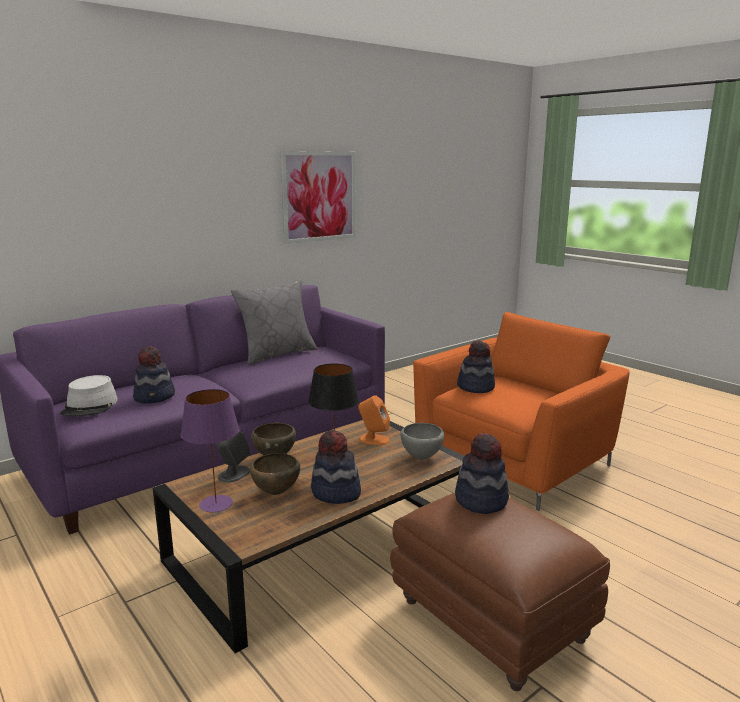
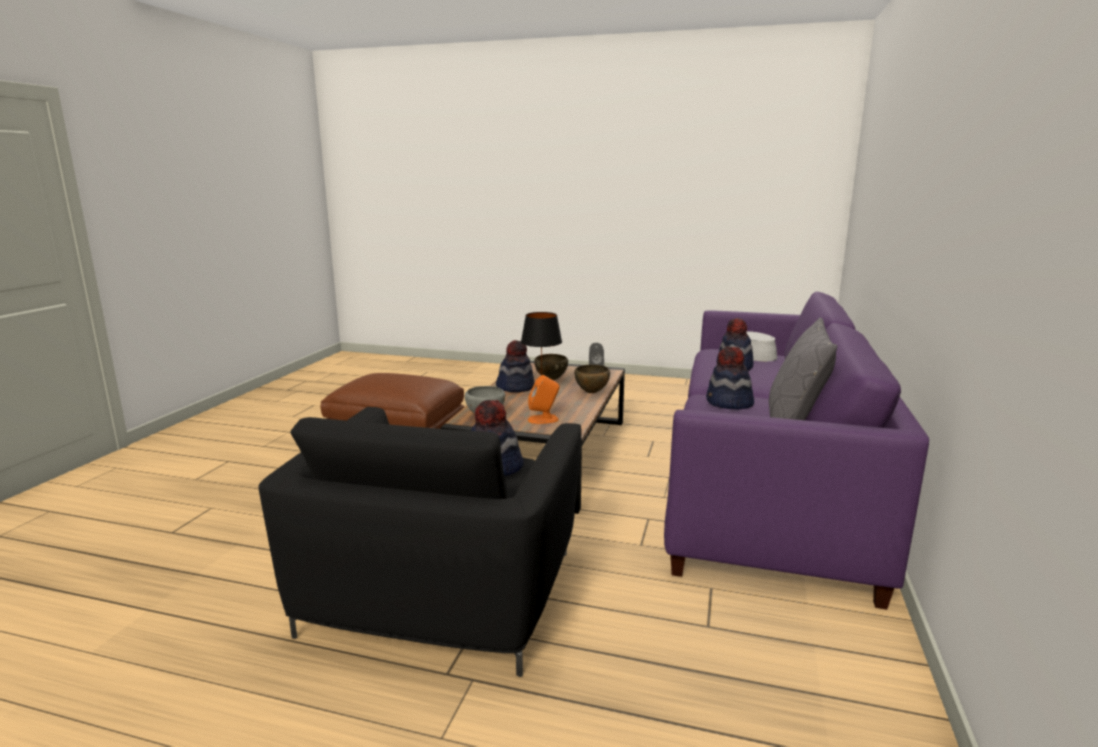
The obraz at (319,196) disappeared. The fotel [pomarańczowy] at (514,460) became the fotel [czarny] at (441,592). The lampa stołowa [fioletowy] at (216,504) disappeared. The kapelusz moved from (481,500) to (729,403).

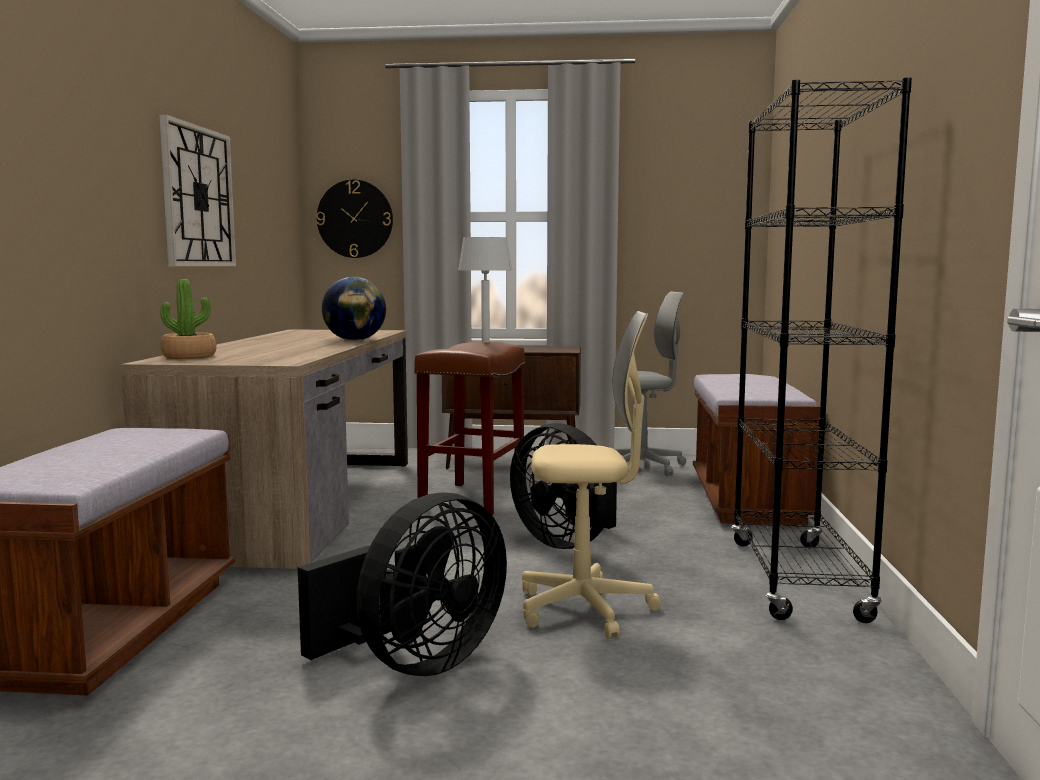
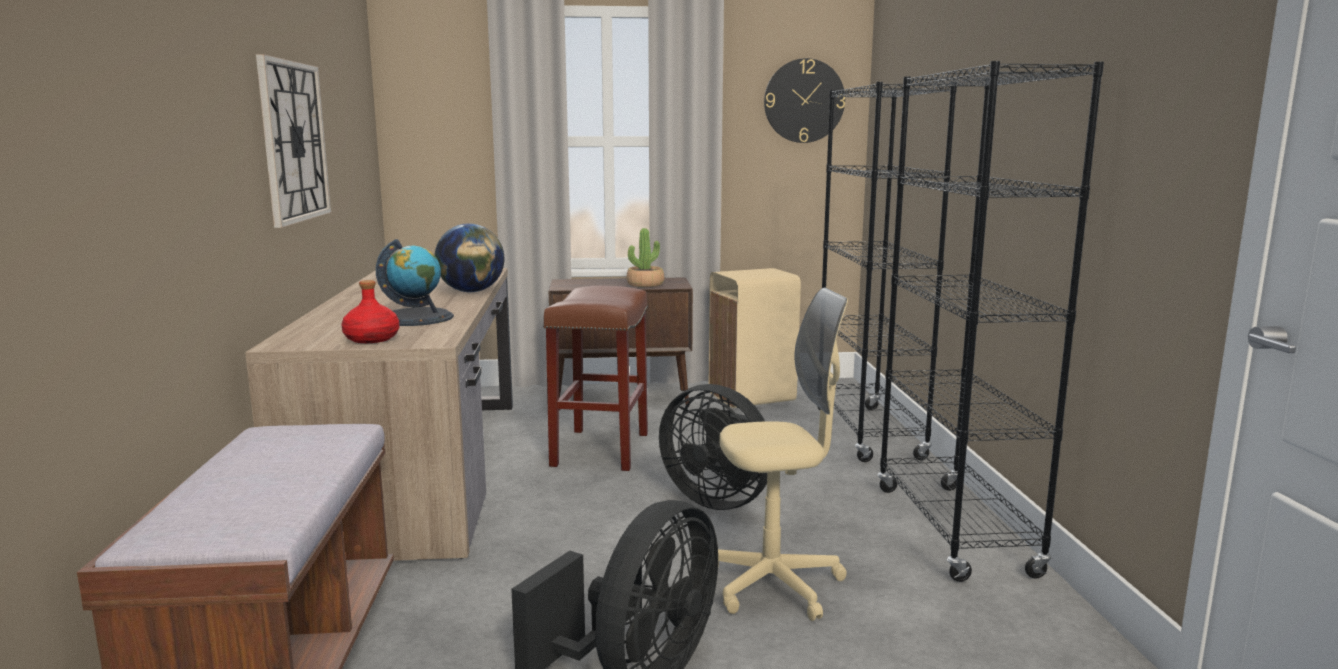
The zegar ścienny moved from (355,219) to (804,101). The lampa stołowa [szary] at (485,342) disappeared. The roślina doniczkowa moved from (189,356) to (645,284). The krzesło biurowe [szary] at (643,467) was replaced by the kosz na śmieci [beżowy] at (752,397). The ławka [brązowy] at (748,500) was replaced by the regał [czarny] at (868,433). The globus at (416,318) appeared. The butelka [czerwony] at (371,339) appeared.

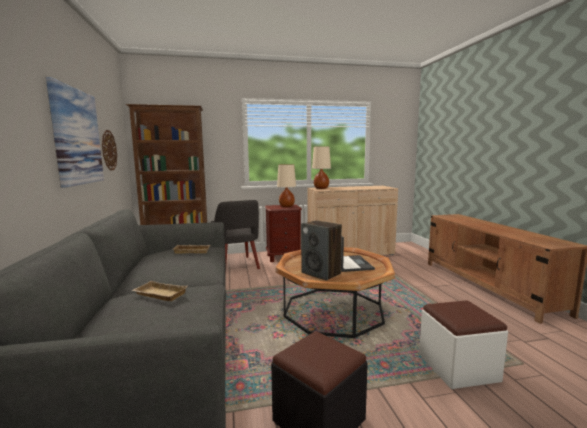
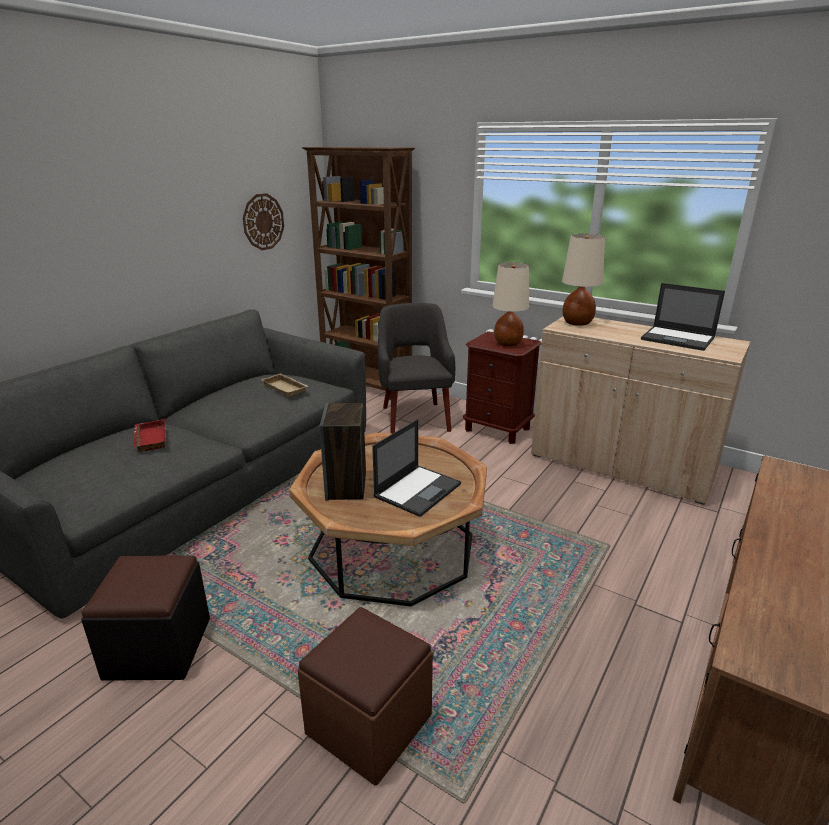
The obraz at (77,137) disappeared. The fotel [szary] at (236,265) turned 150 degrees clockwise. The taca [beżowy] at (159,295) became the taca [czerwony] at (149,439). The pufa [biały] at (458,367) became the pufa [brązowy] at (369,724). The laptop at (678,339) appeared.

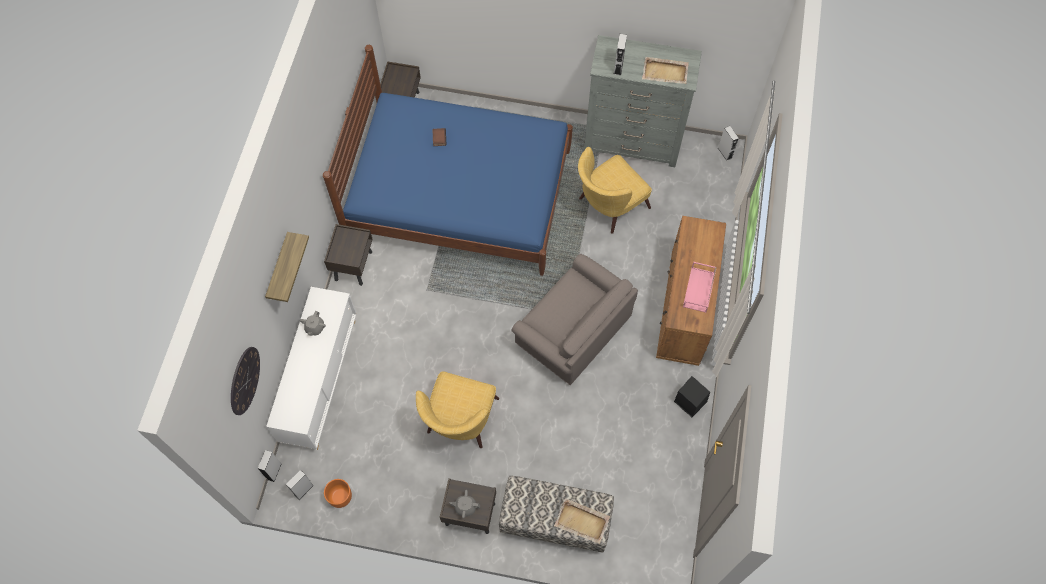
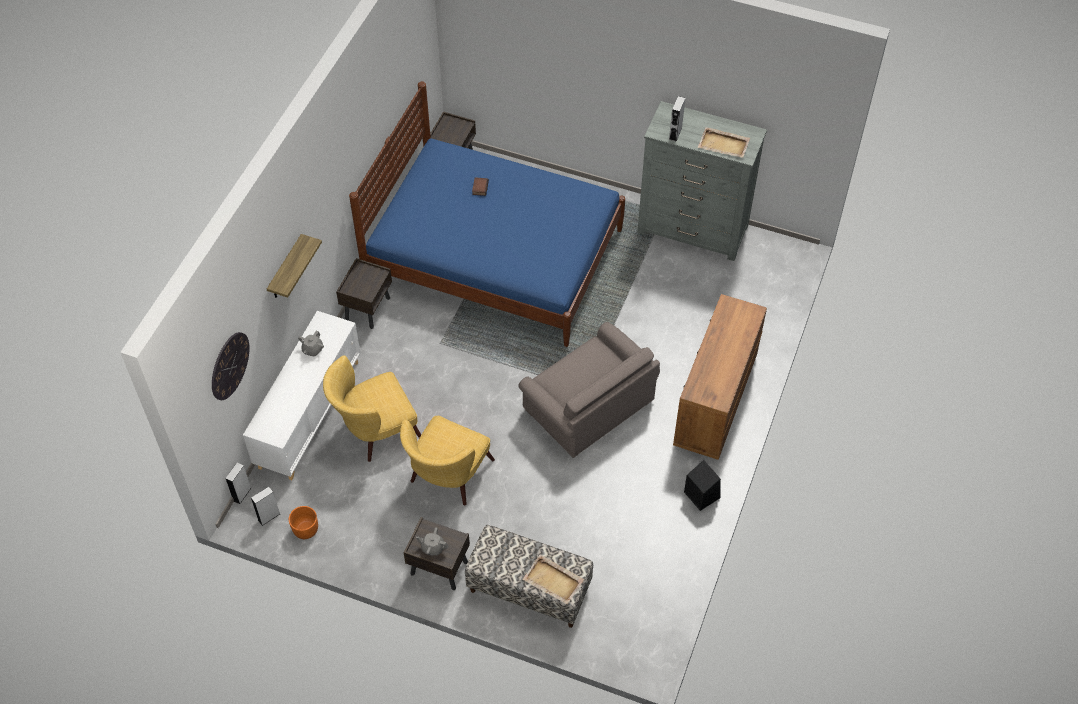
The głośnik [szary] at (724,153) disappeared. The fotel [żółty] moved from (608,206) to (374,430). The taca [różowy] at (699,290) disappeared.

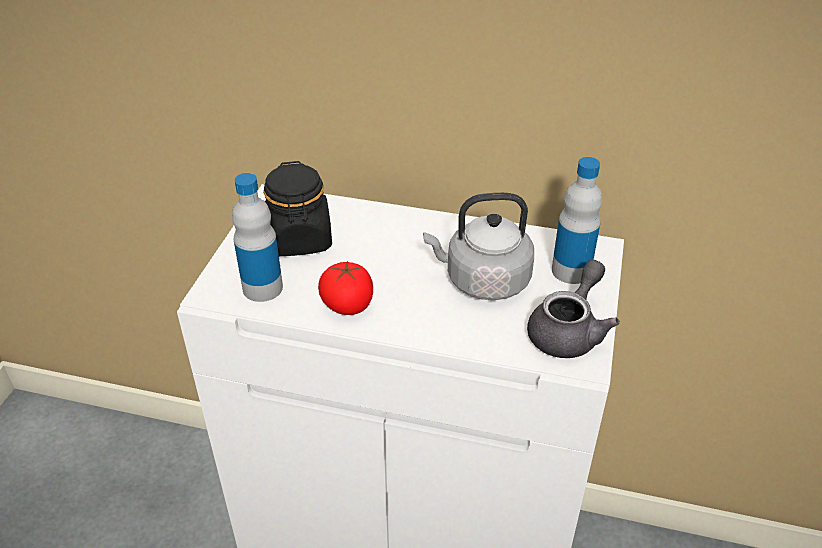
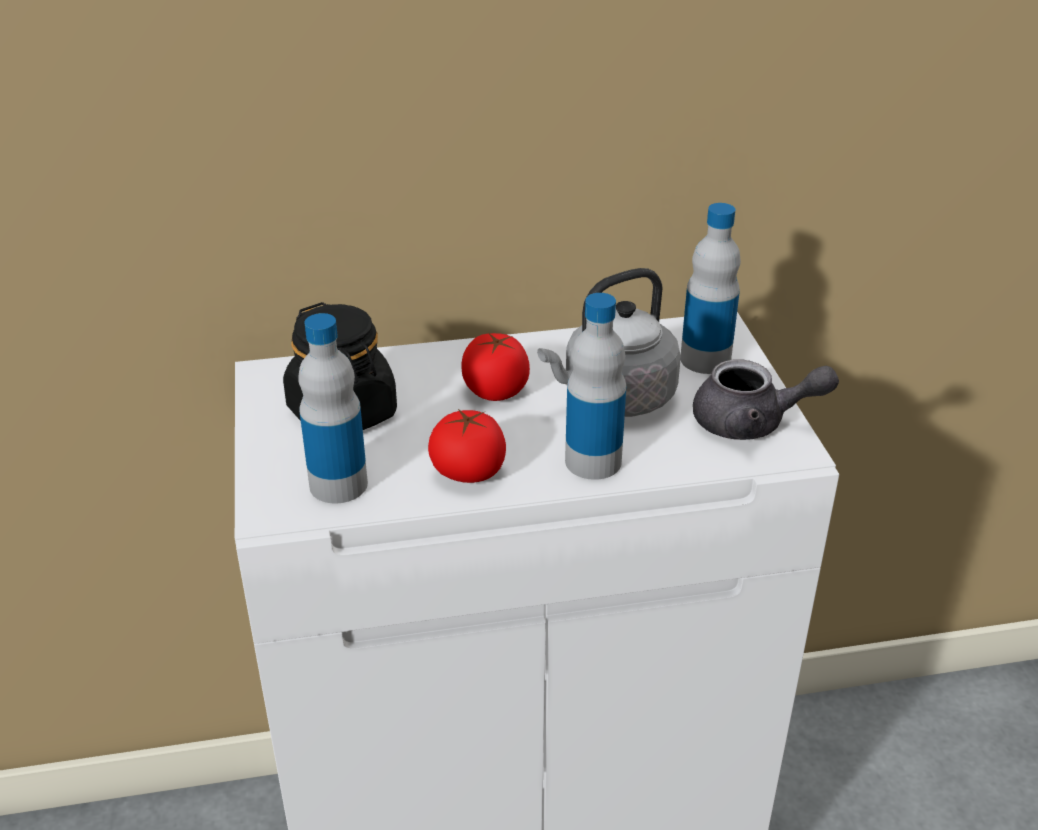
The imbryk [szary] at (569,331) turned 90 degrees clockwise. The butelka at (593,461) appeared. The pomidor at (495,390) appeared.

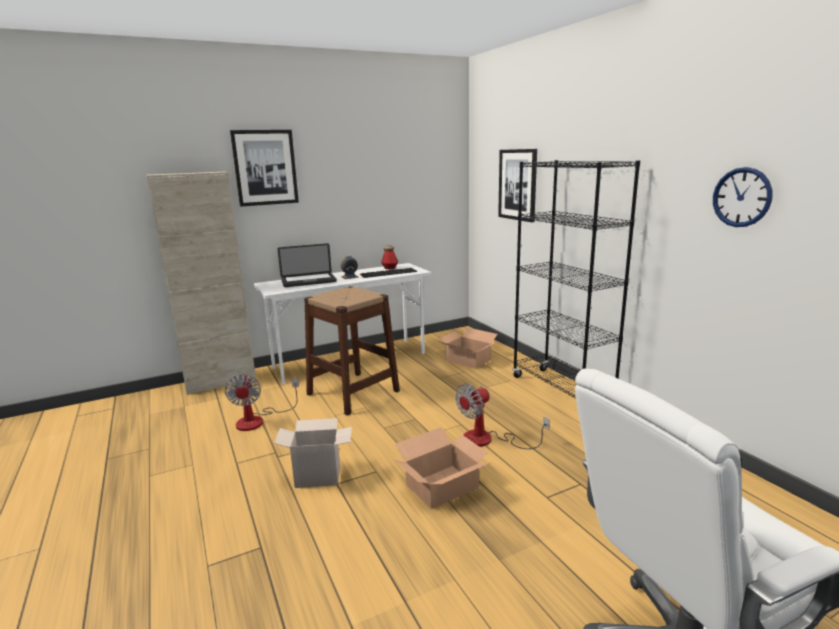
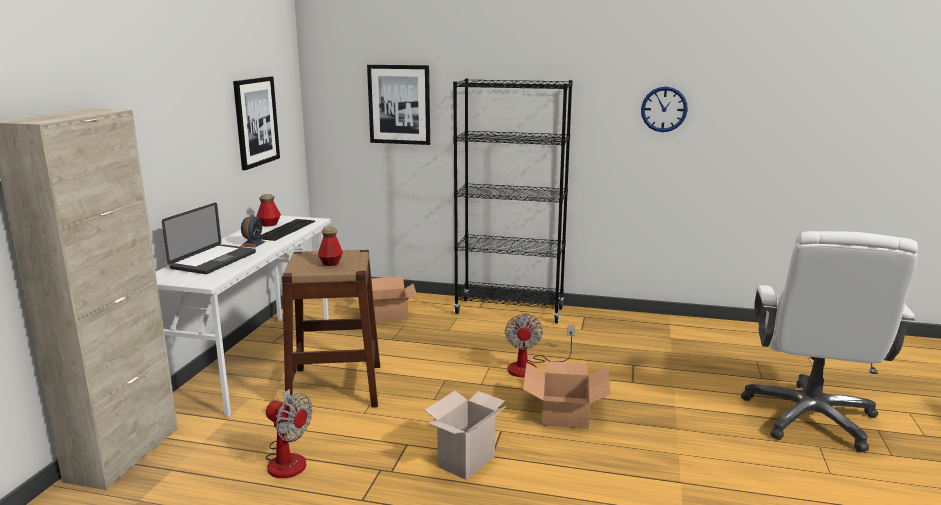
The obraz moved from (265,167) to (256,122). The butelka at (330,263) appeared.

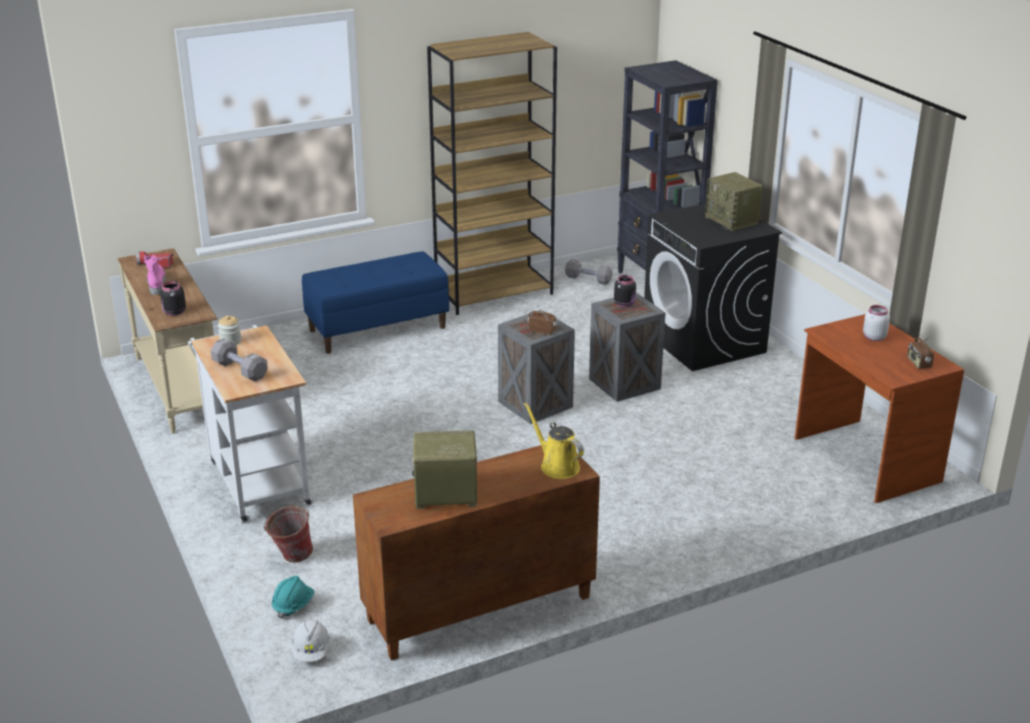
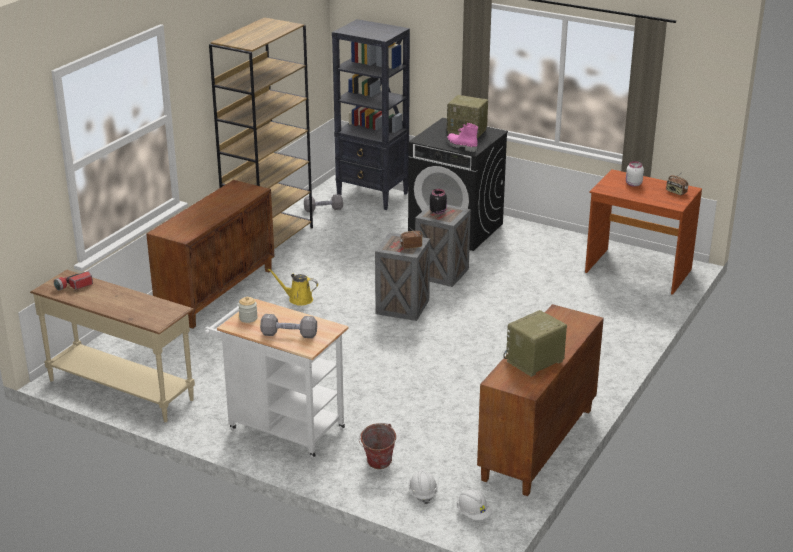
The ławka [niebieski] at (378,329) was replaced by the szafka [brązowy] at (217,293). The but z cholewką [różowy] moved from (156,284) to (461,146). The słoik [czarny] at (174,313) disappeared. The konewka [żółty] moved from (557,466) to (298,299). The kask [turkusowy] at (293,606) became the kask [biały] at (422,493).

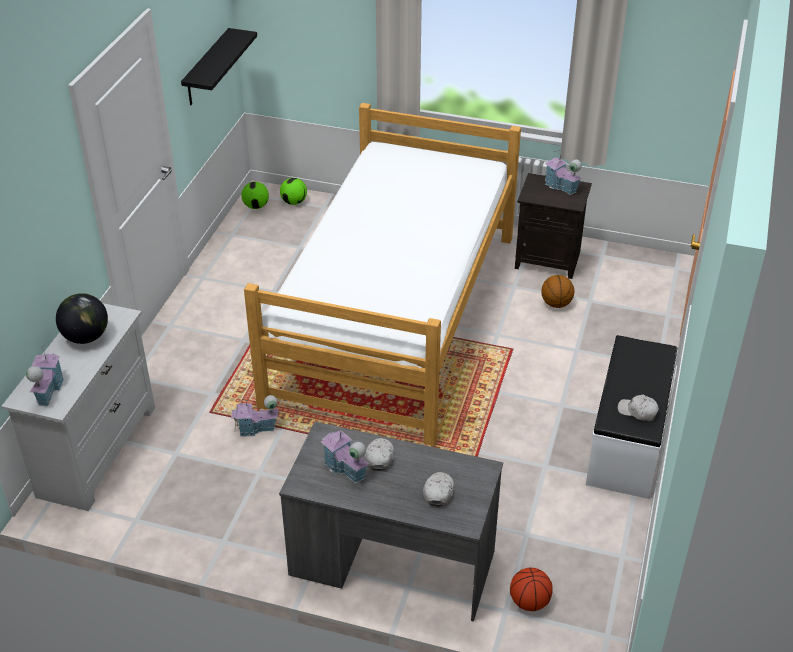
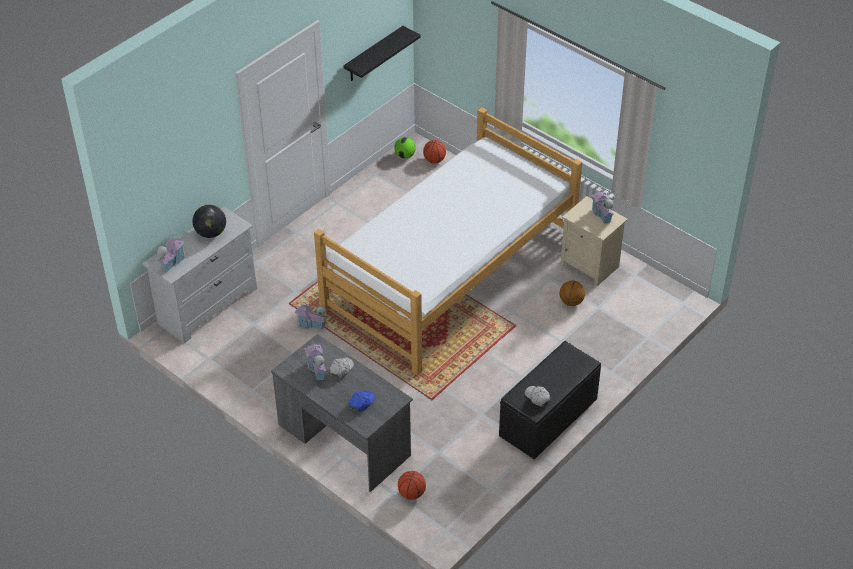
The szafka nocna [czarny] at (548,259) became the szafka nocna [beżowy] at (591,265). The piłka futbolowa at (294,202) was replaced by the piłka do koszykówki at (434,160). The ławka [biały] at (628,441) became the ławka [czarny] at (549,417). The czapka z daszkiem [biały] at (438,492) became the czapka z daszkiem [niebieski] at (361,402).

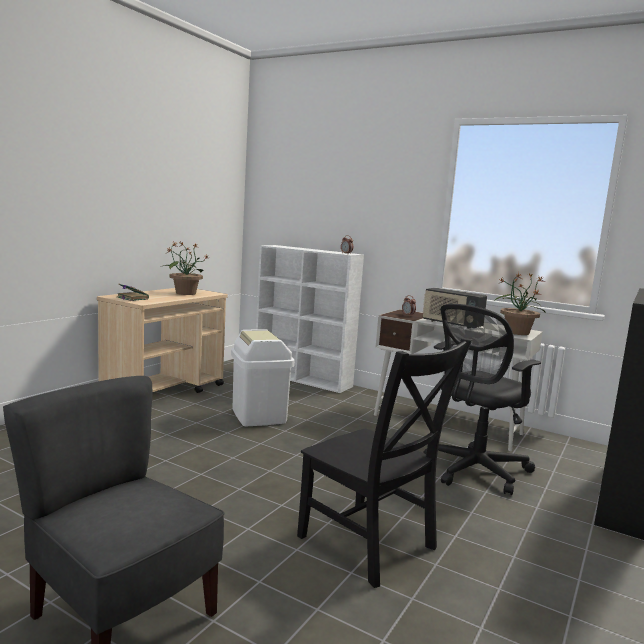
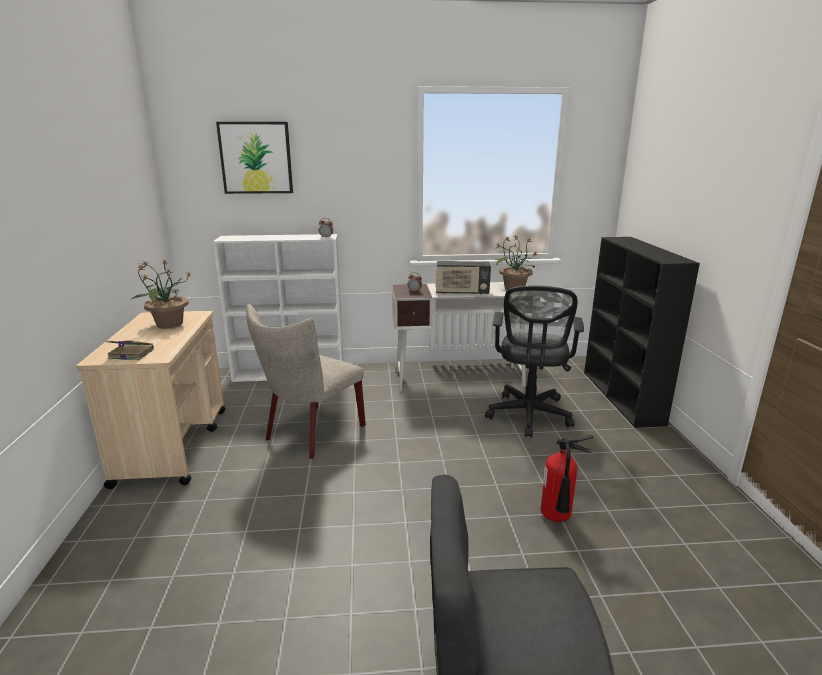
The kosz na śmieci [biały] at (258,416) was replaced by the krzesło [beżowy] at (310,434). The krzesło [czarny] at (370,545) was replaced by the gaśnica at (557,519). The obraz at (256,158) appeared.

